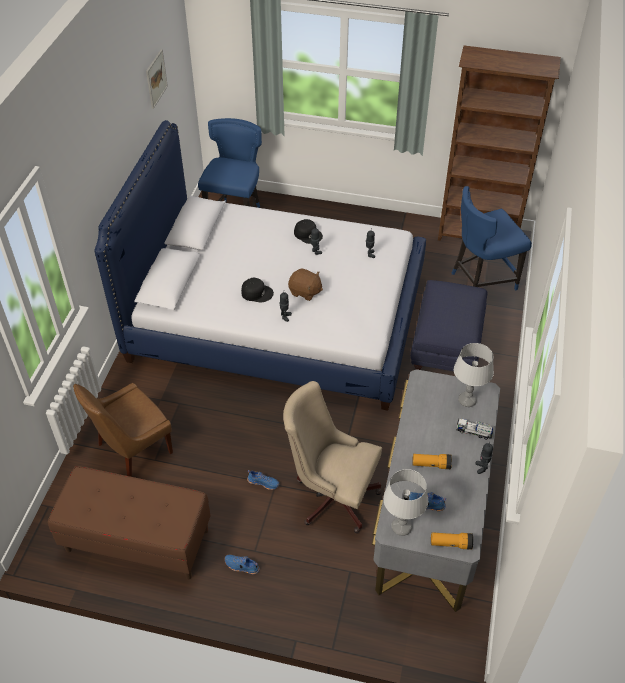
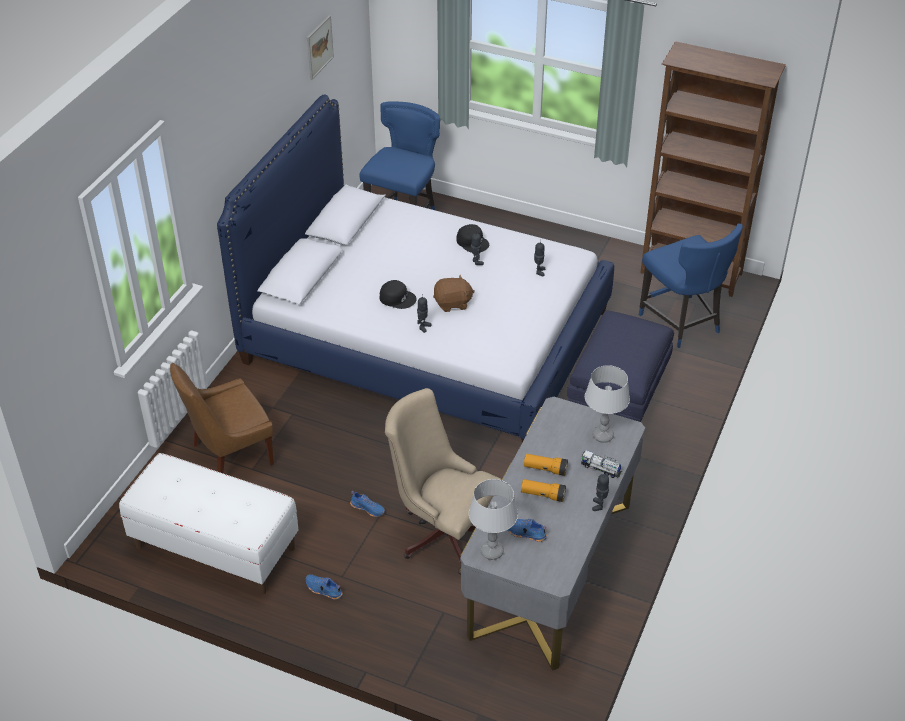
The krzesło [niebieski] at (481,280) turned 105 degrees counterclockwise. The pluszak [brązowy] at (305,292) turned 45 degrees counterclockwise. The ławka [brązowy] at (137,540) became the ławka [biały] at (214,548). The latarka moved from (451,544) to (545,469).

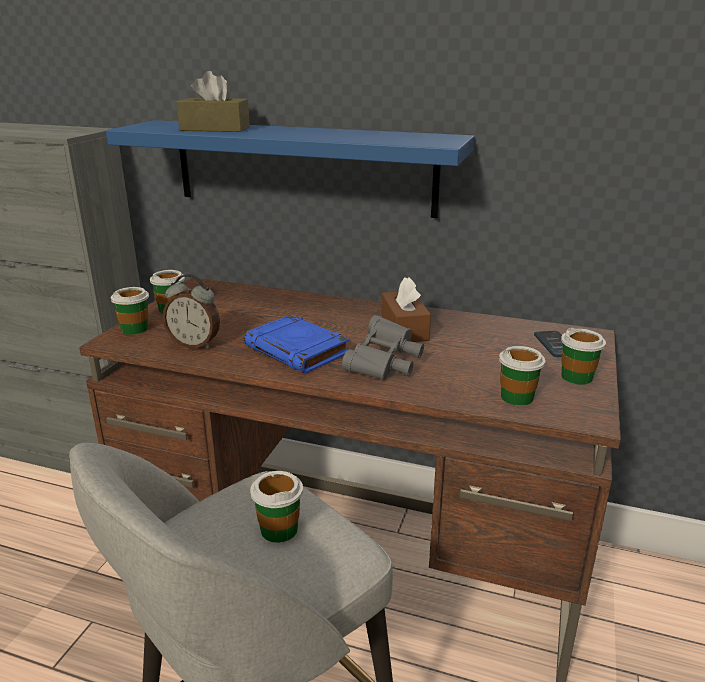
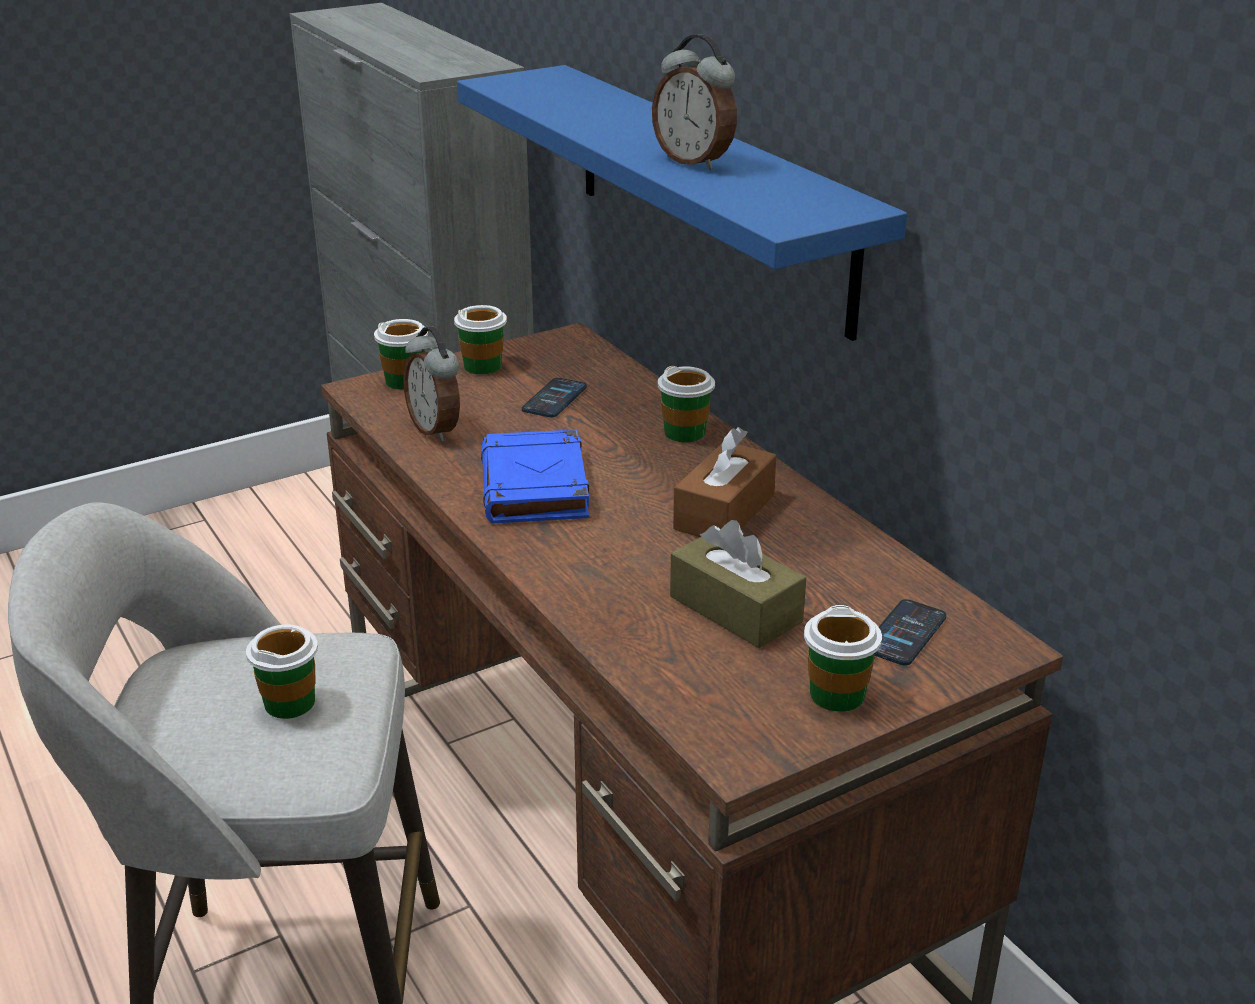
The pudełko chusteczek [brązowy] moved from (215,129) to (735,609). The lornetka [szary] at (384,365) disappeared. The filiżanka moved from (517,397) to (685,433). The budzik at (694,161) appeared. The telefon at (554,399) appeared.

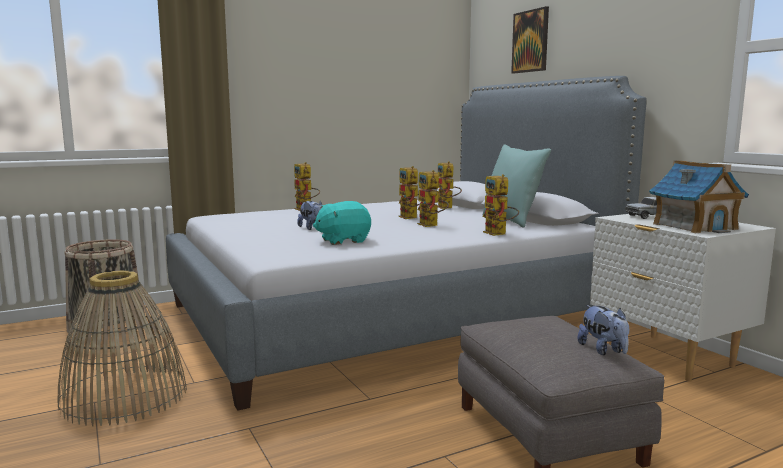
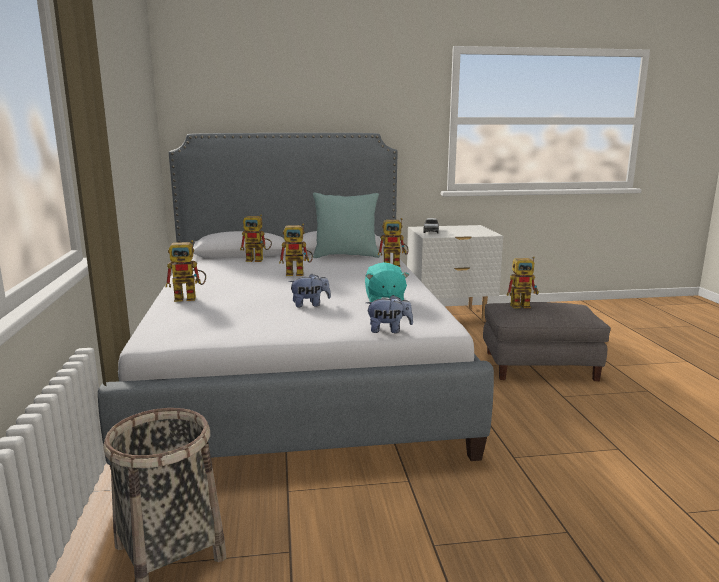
The obraz at (530,41) disappeared. The domek at (694,226) disappeared. The robot zabawkowy moved from (431,225) to (524,305). The koszyk at (125,396) disappeared. The pluszak moved from (603,350) to (389,330).

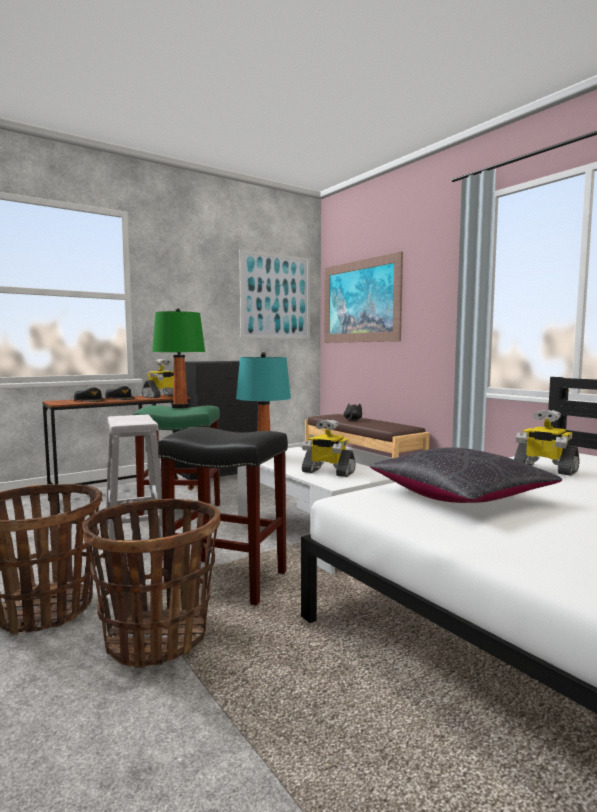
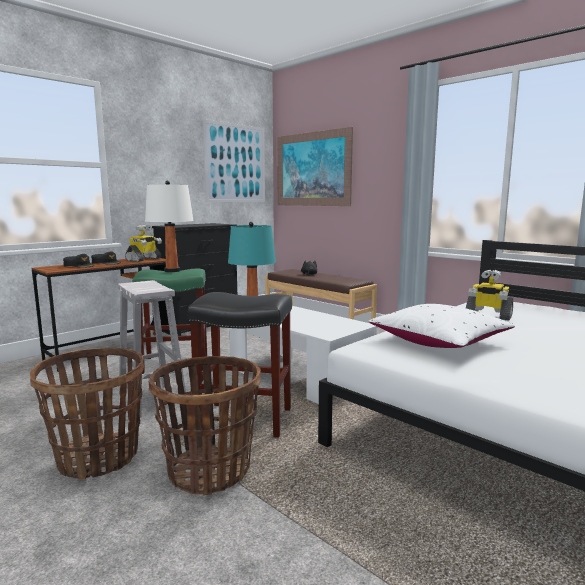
The lampa stołowa [zielony] at (180,407) became the lampa stołowa [biały] at (172,271). The robot zabawkowy at (327,472) disappeared. The poduszka [czarny] at (459,496) became the poduszka [biały] at (438,341).

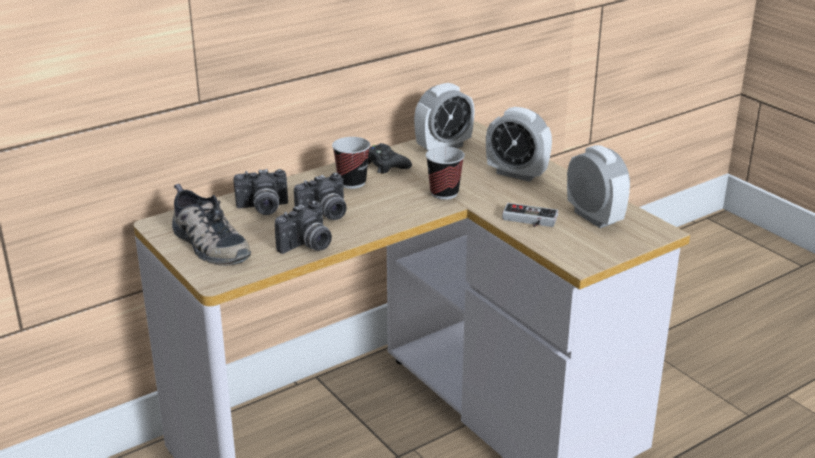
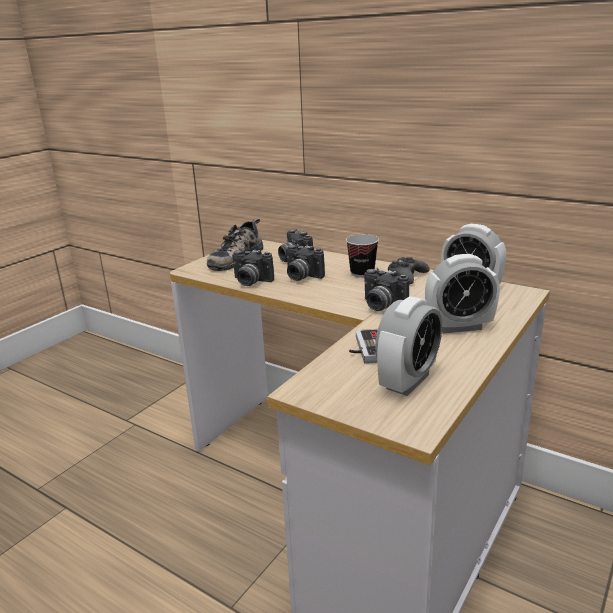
The budzik at (516,174) turned 105 degrees counterclockwise. The filiżanka at (444,193) was replaced by the aparat fotograficzny at (381,306).

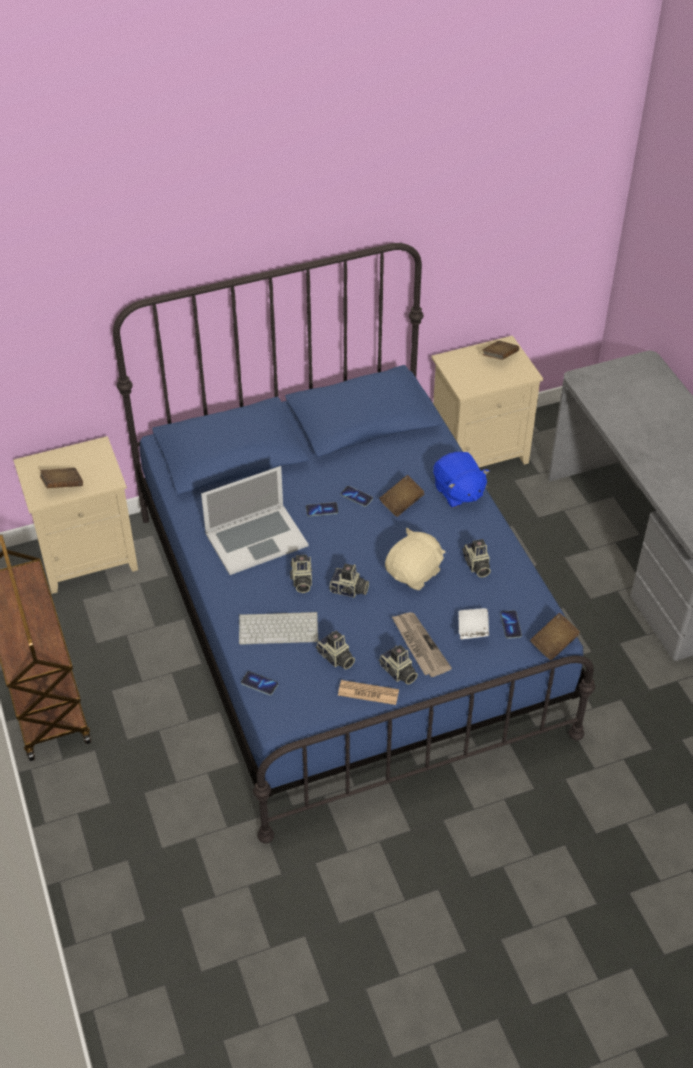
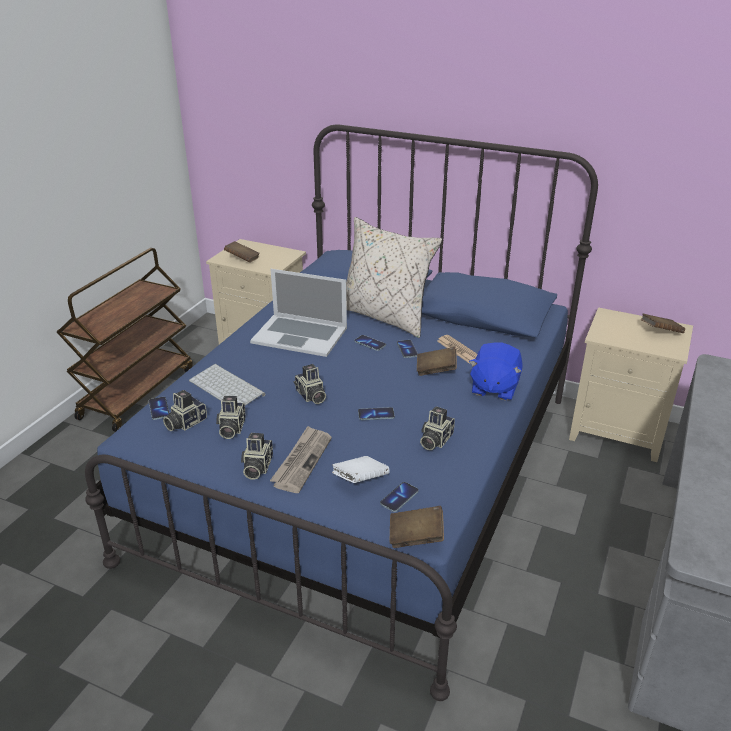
The pluszak [beżowy] at (414,573) was replaced by the telefon at (376,415). The aparat fotograficzny moved from (301,580) to (185,422). The gazeta moved from (368,693) to (458,350). The poduszka [beżowy] at (385,316) appeared.

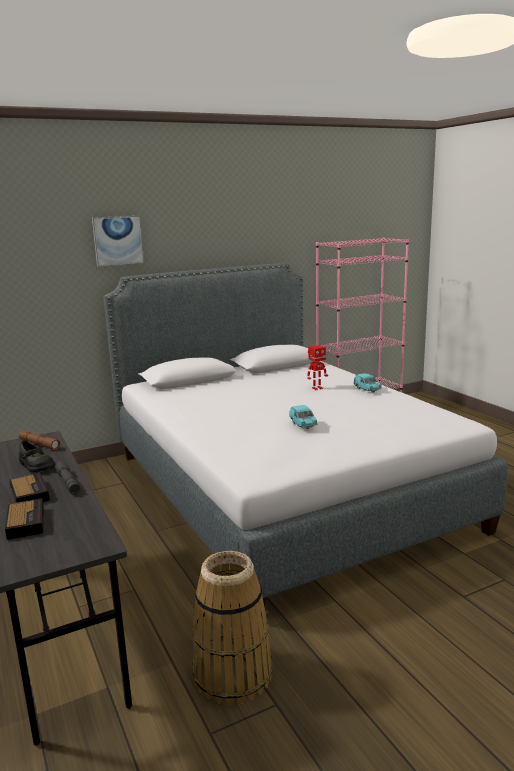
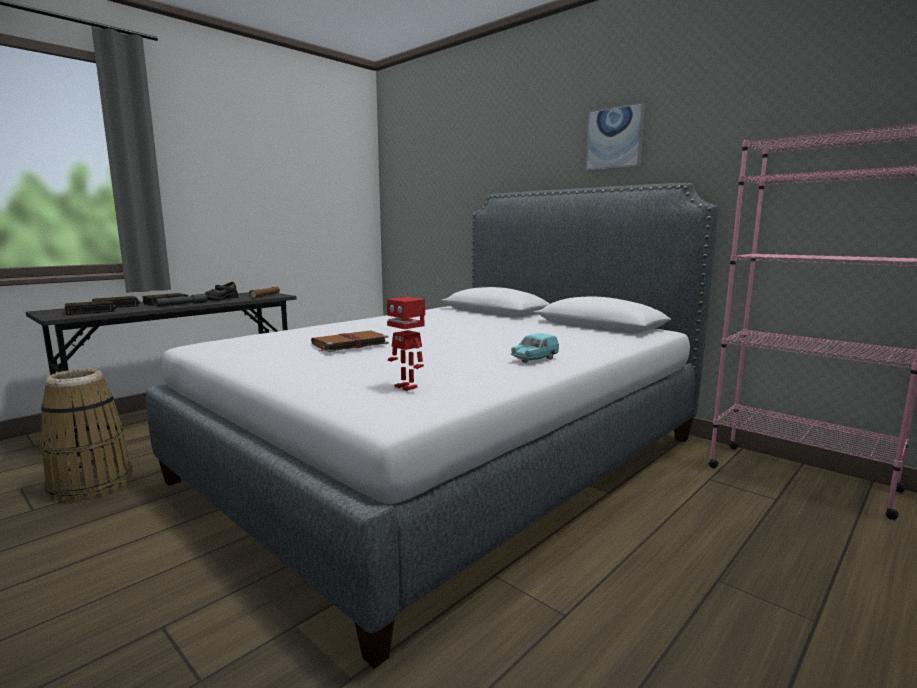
The obraz moved from (118,240) to (614,138). The robot zabawkowy moved from (317,388) to (407,387). The samochodzik [turkusowy] at (303,425) was replaced by the książka [brązowy] at (349,344). The budzik at (91,311) appeared.

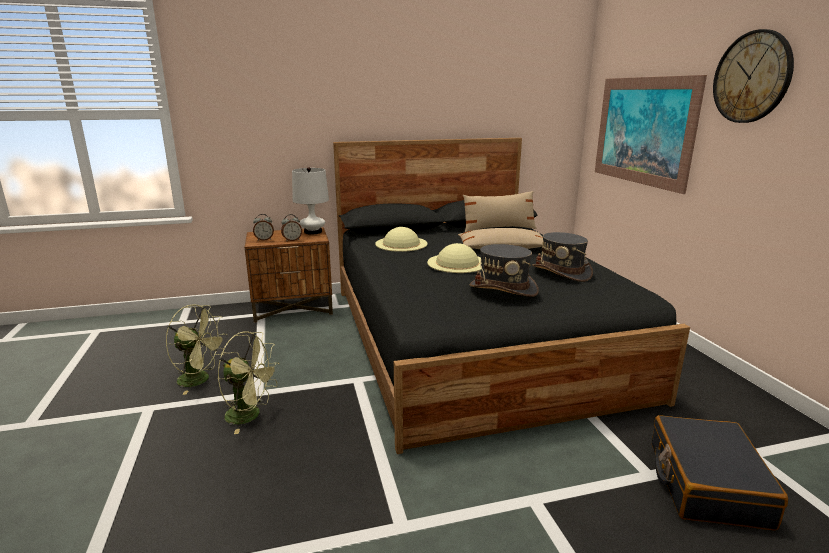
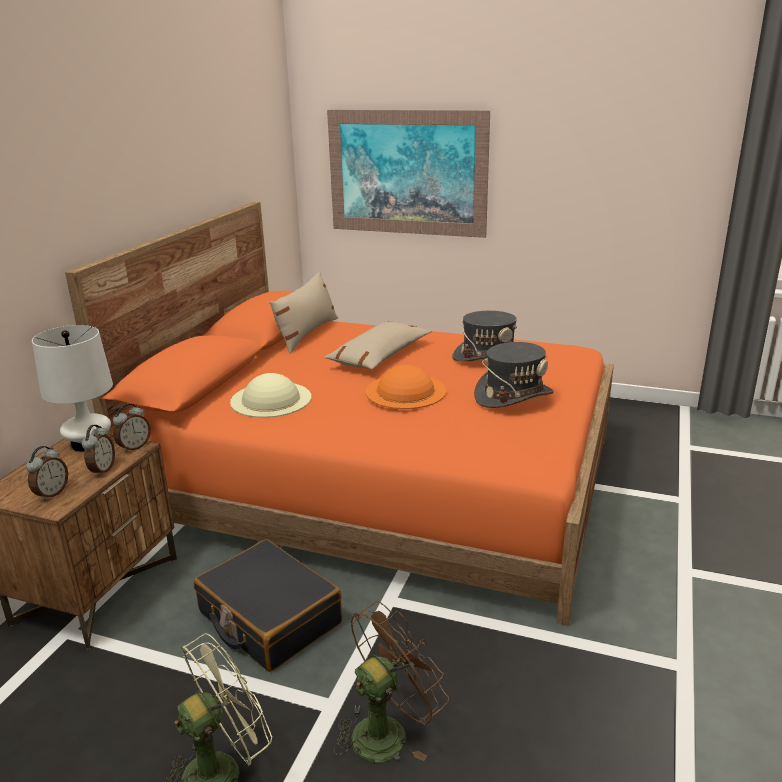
The zegar ścienny at (752,77) disappeared. The łóżko [czarny] at (472,337) became the łóżko [pomarańczowy] at (381,480). The kapelusz [beżowy] at (457,263) became the kapelusz [pomarańczowy] at (405,391). The wentylator [zielony] at (250,415) became the wentylator [brązowy] at (387,730). The walizka [czarny] moved from (706,483) to (269,618). The budzik at (134,447) appeared.

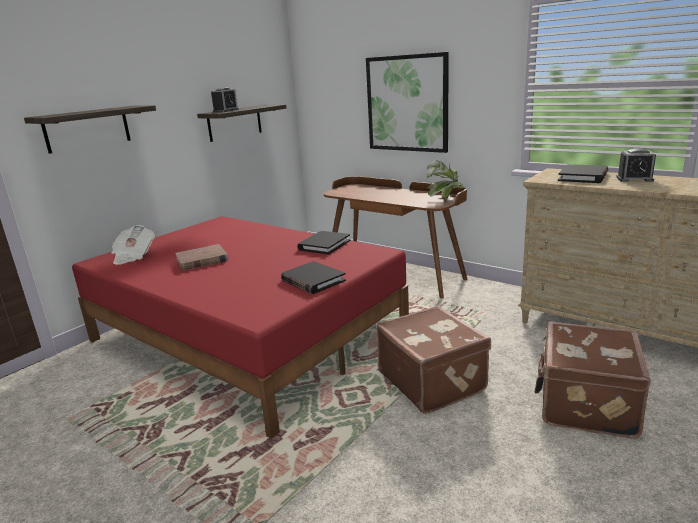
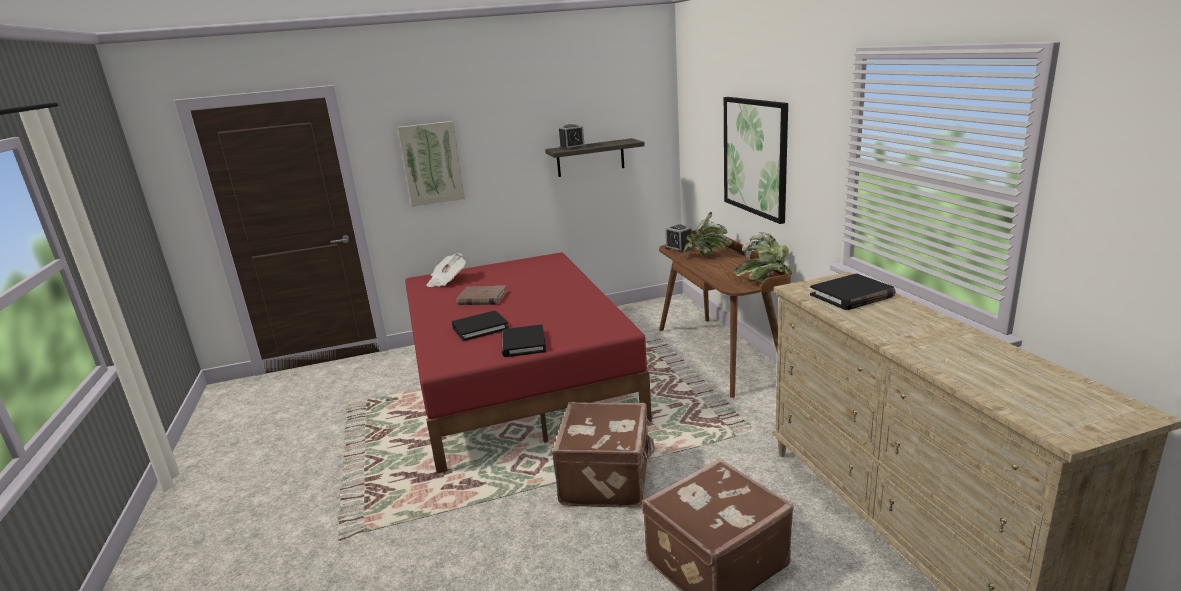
The półka at (87,129) was replaced by the obraz at (432,163). The budzik moved from (634,179) to (679,248). The książka [czarny] moved from (324,245) to (480,328). The roślina doniczkowa at (706,256) appeared.

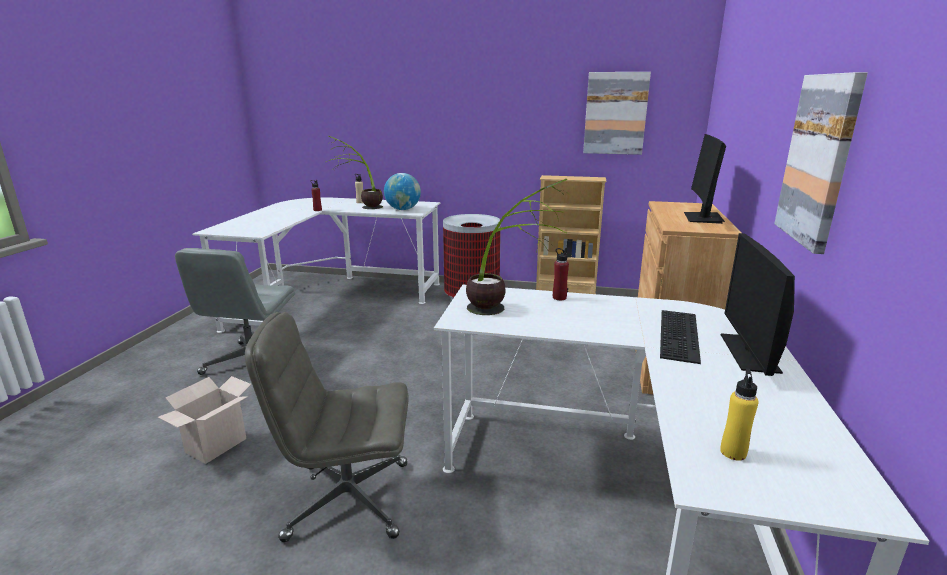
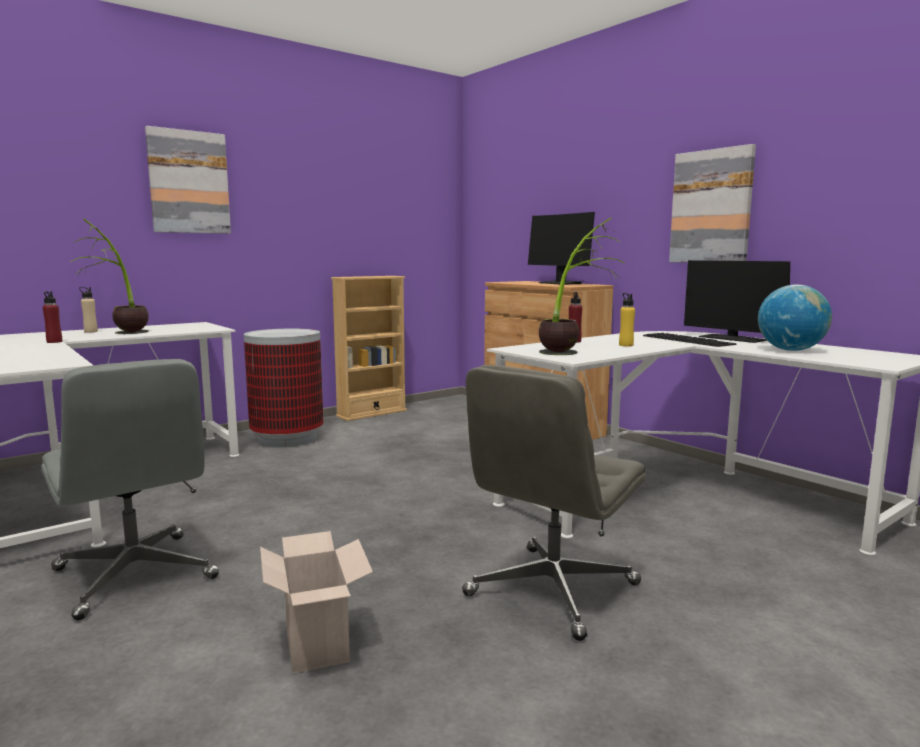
The obraz moved from (615,113) to (189,182). The globus moved from (403,209) to (790,350). The butelka [żółty] moved from (733,452) to (626,345).

